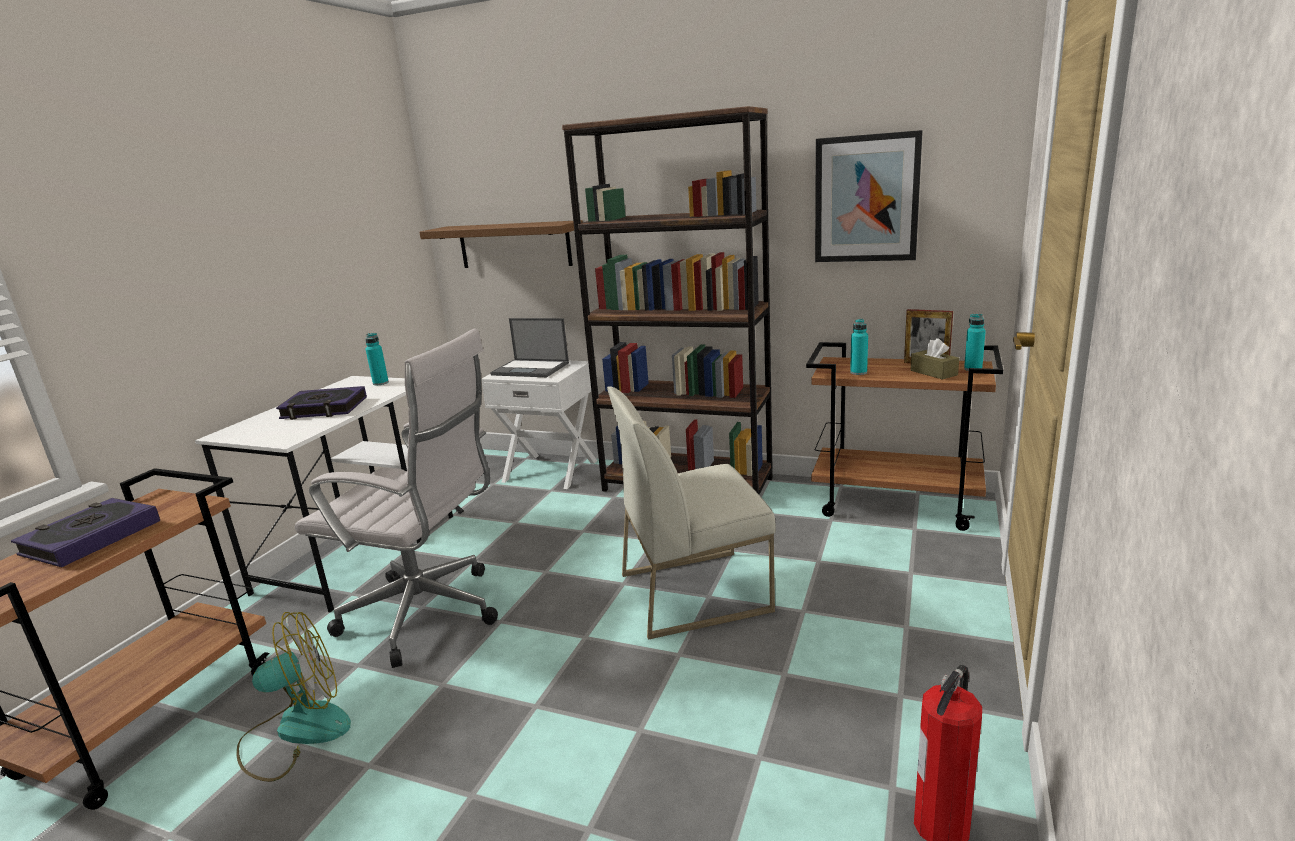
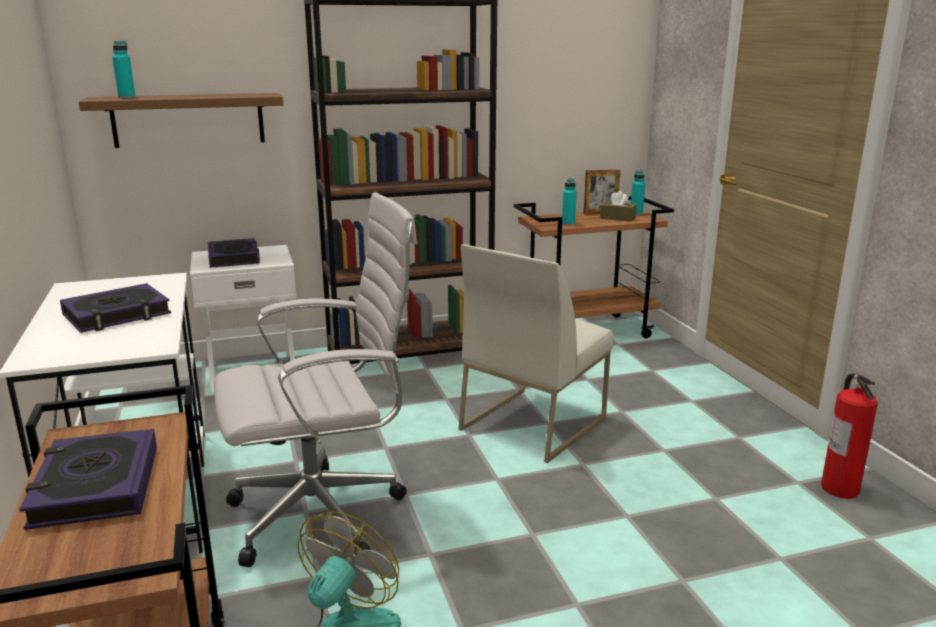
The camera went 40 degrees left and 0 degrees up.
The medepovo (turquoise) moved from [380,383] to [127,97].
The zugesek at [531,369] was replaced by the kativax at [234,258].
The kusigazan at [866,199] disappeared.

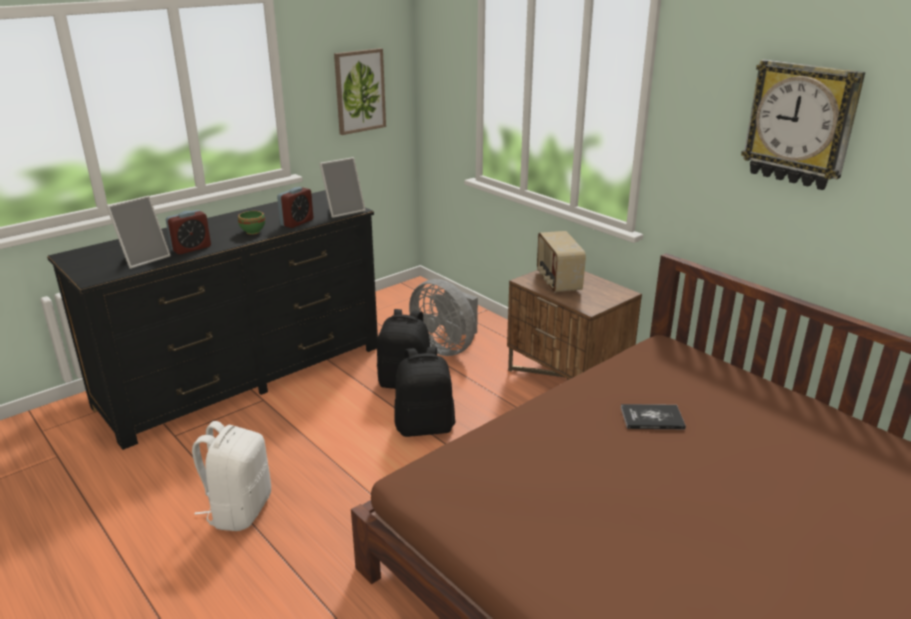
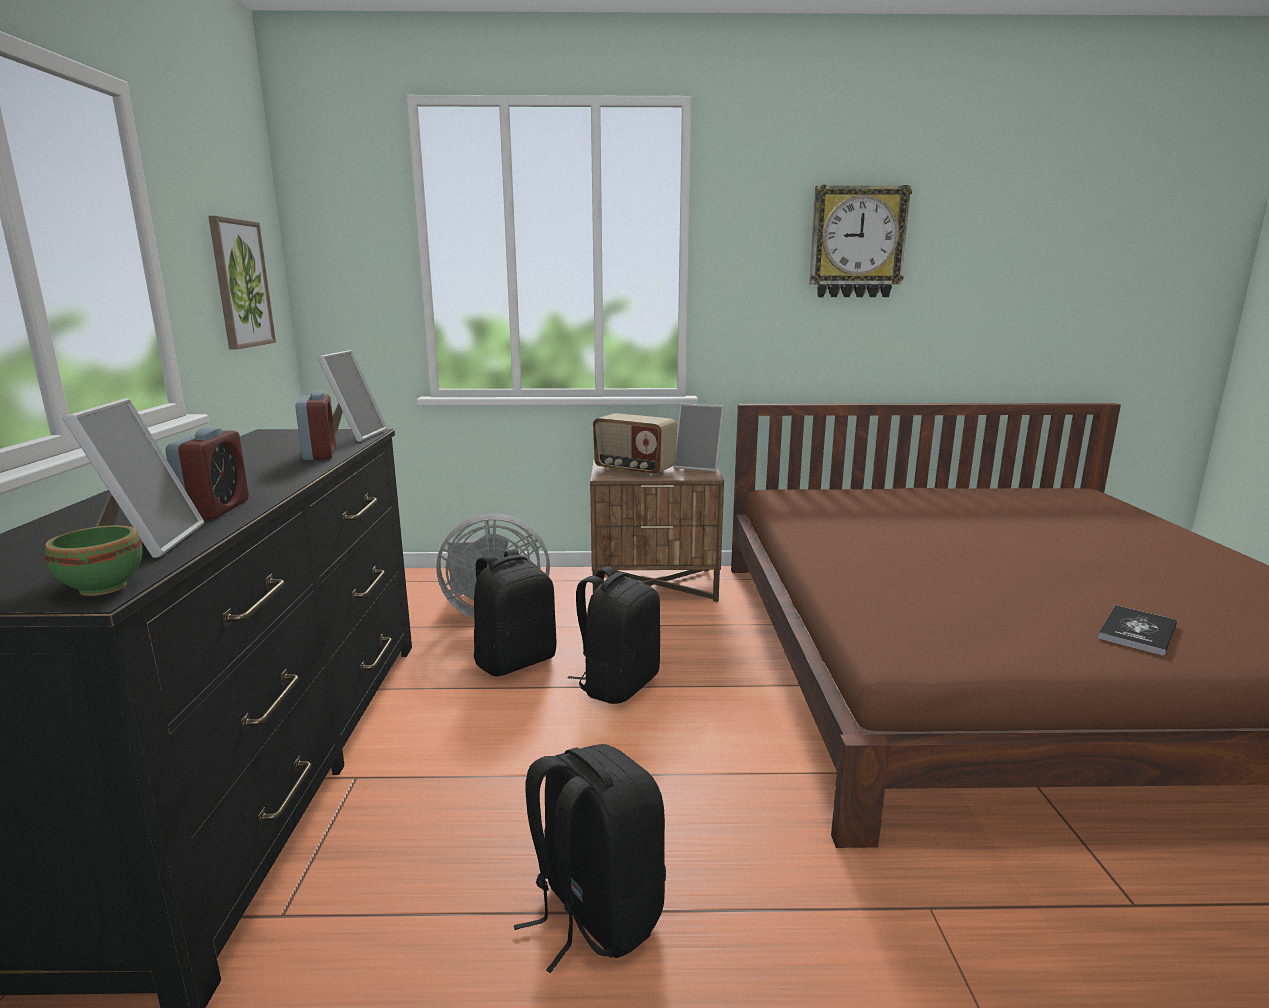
The camera went 50 degrees left and 10 degrees down.
The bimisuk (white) at [239,510] became the bimisuk (black) at [593,913].
The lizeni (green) moved from [253,231] to [104,586].
The kativax moved from [652,418] to [1137,632].
The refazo at [698,466] appeared.

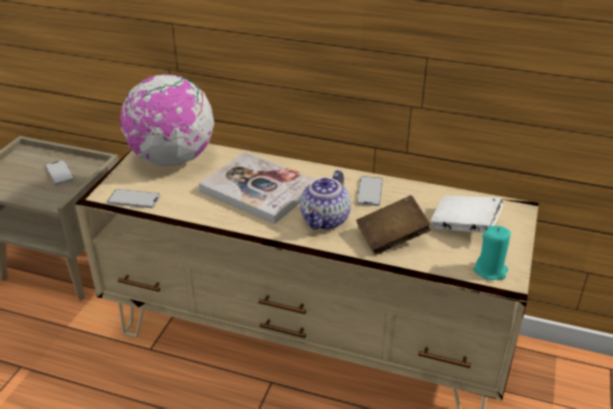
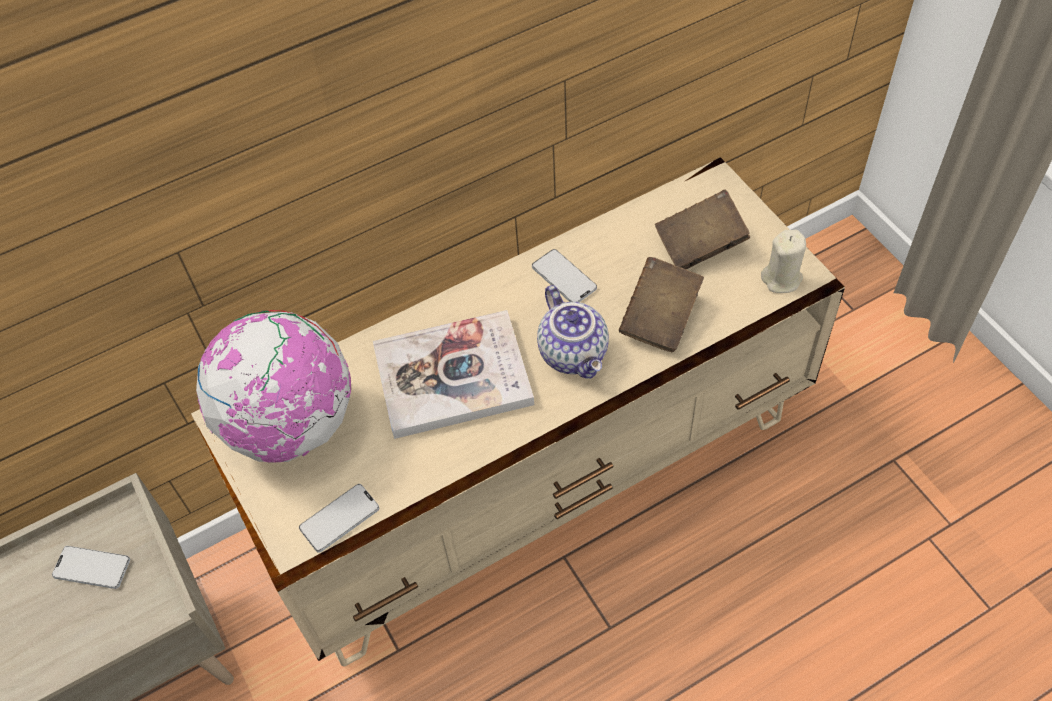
The camera went 45 degrees left and 20 degrees up.
The kativax (white) at [464,226] became the kativax (brown) at [700,245].
The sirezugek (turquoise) at [490,270] became the sirezugek (beige) at [781,278].

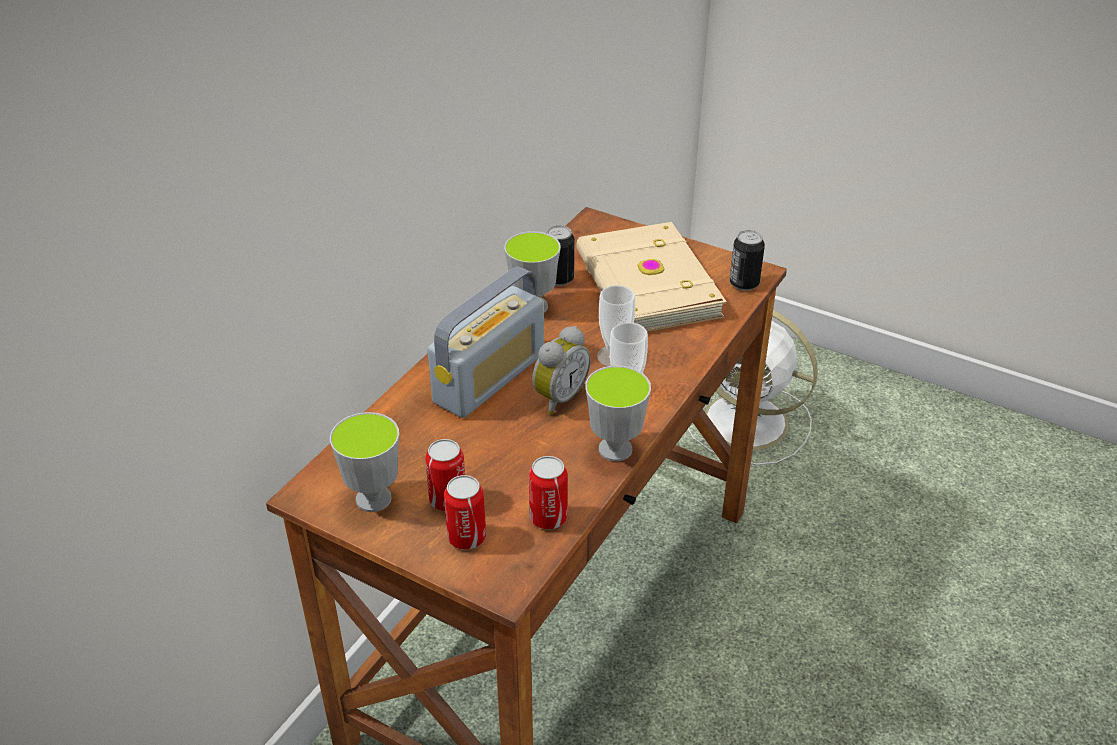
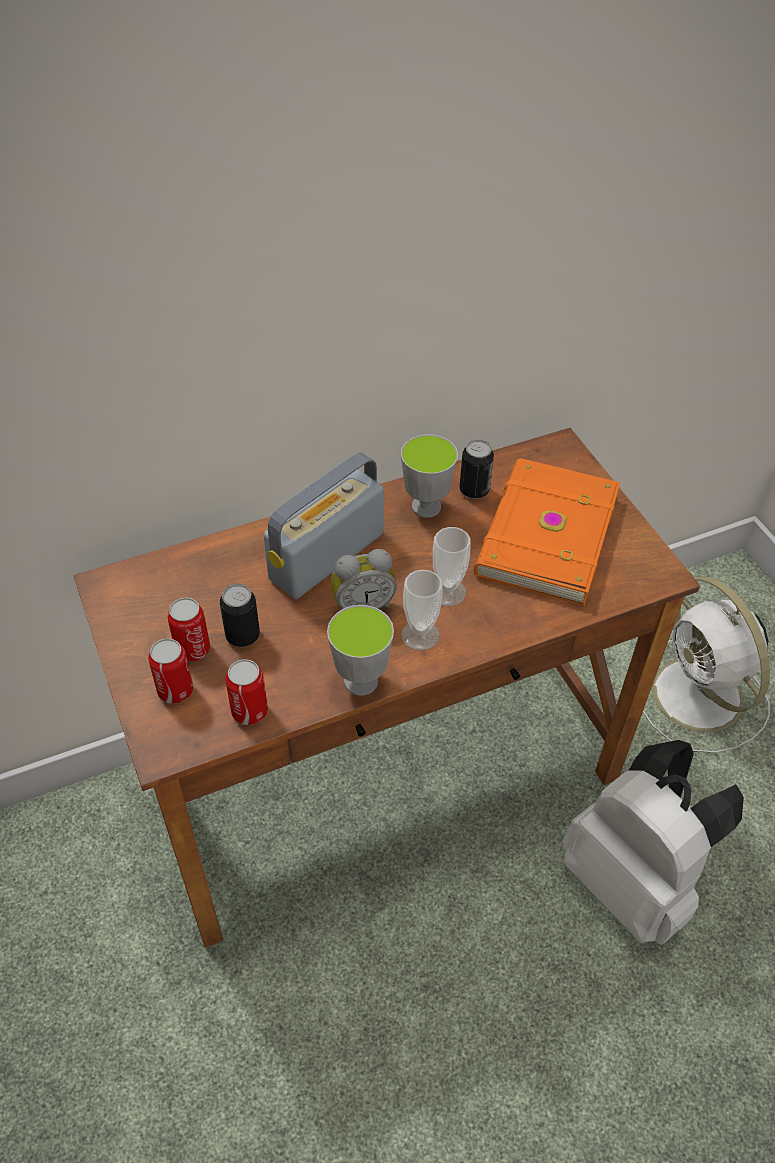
The camera went 35 degrees right and 10 degrees up.
The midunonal at [373,499] disappeared.
The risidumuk at [489,378] turned 150 degrees clockwise.
The kativax (beige) at [645,285] became the kativax (orange) at [543,535].
The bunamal moved from [744,284] to [242,636].
The bimisuk (white) at [633,882] appeared.

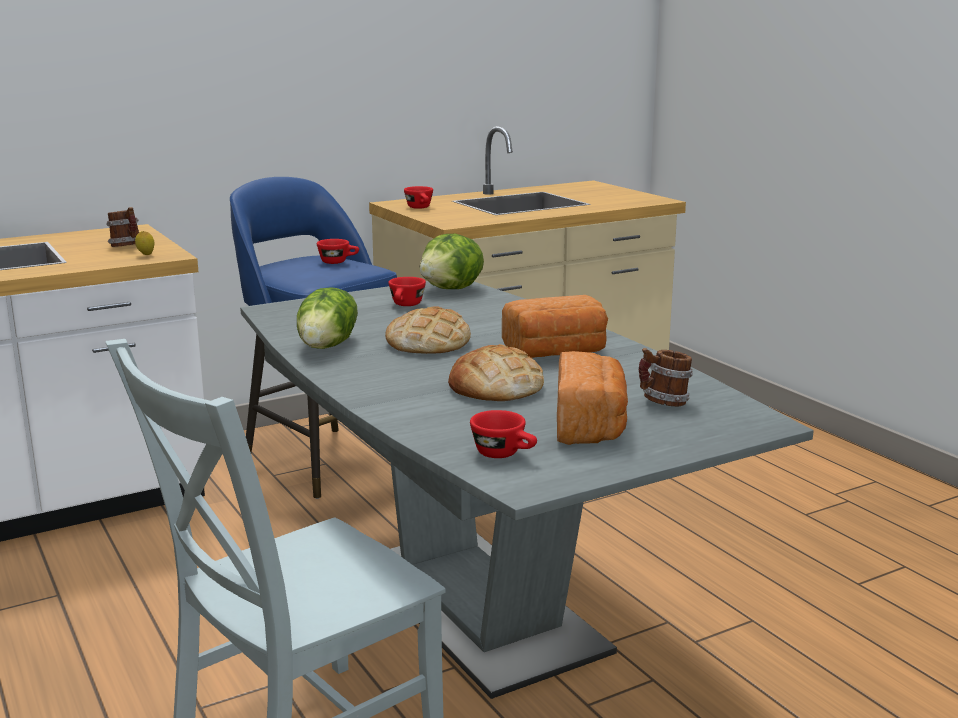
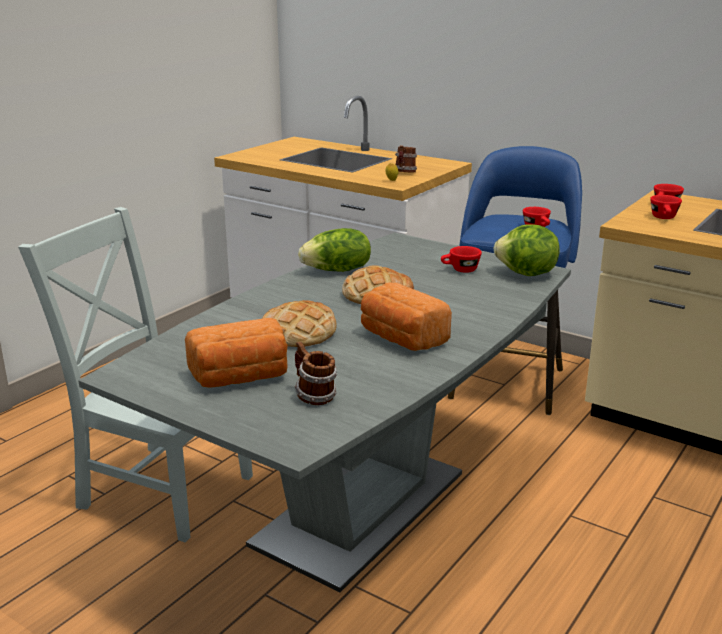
The camera went 65 degrees right and 5 degrees up.
The midunonal (red) moved from [505,454] to [664,218].

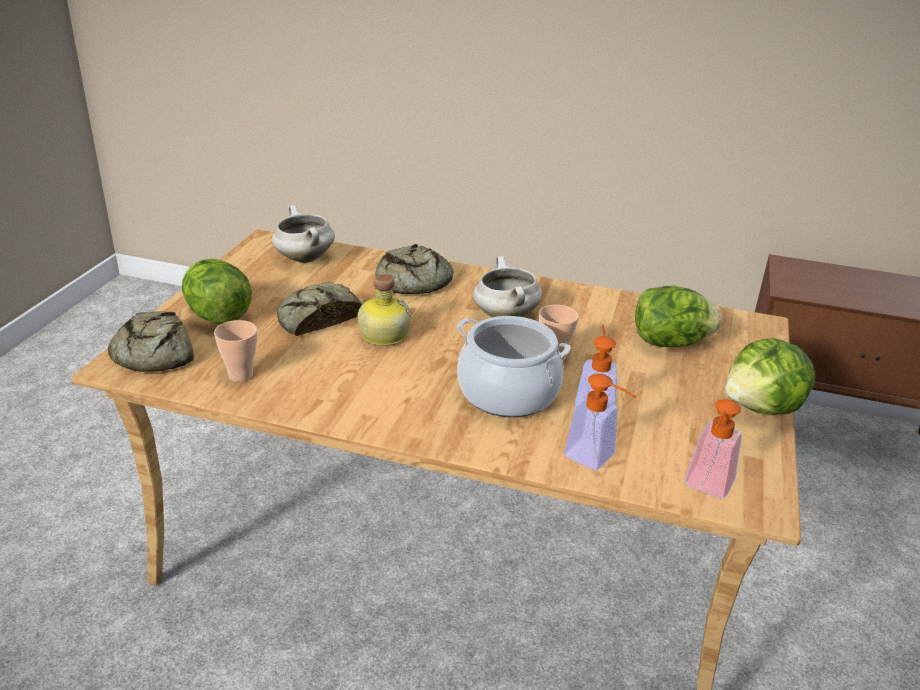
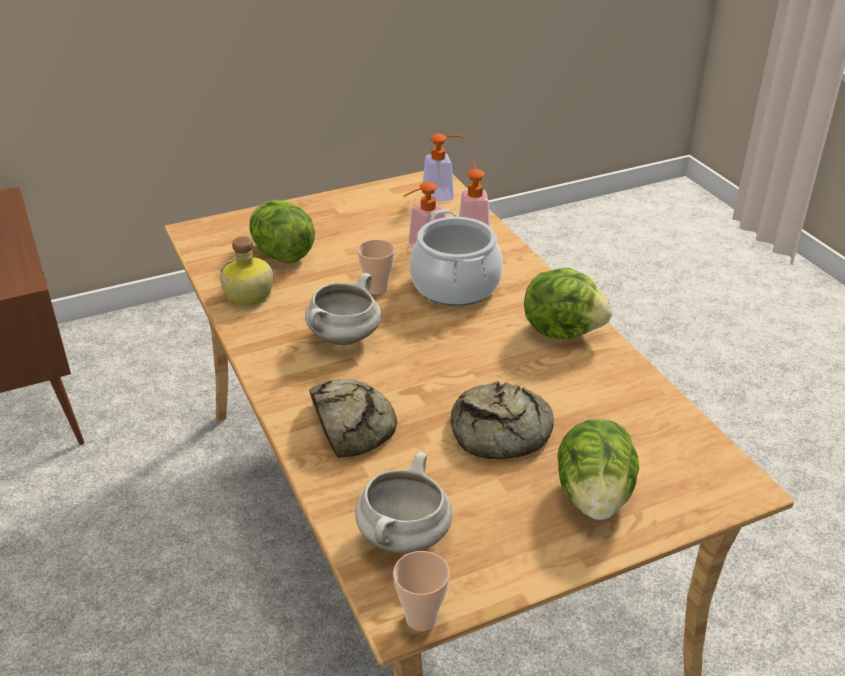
The camera went 130 degrees left and 5 degrees up.
The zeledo at [153,353] disappeared.
The midunonal moved from [240,375] to [421,618].
The medepovo moved from [383,334] to [248,295].
The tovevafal moved from [762,408] to [562,330].

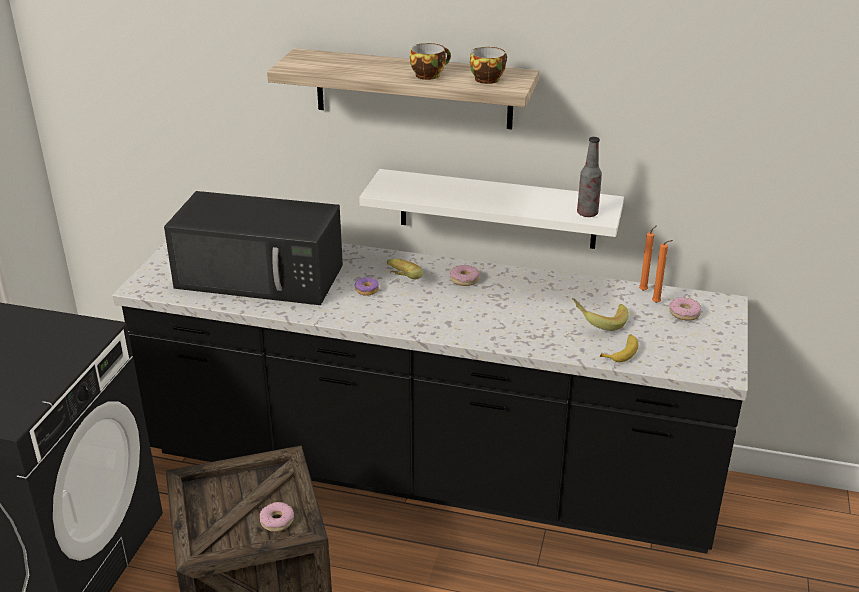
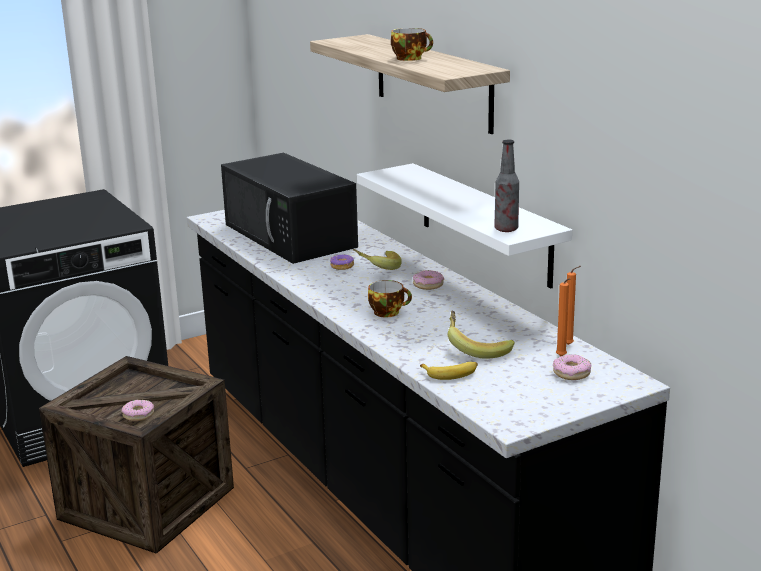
The camera went 45 degrees right and 10 degrees down.
The midunonal moved from [488,79] to [388,312].

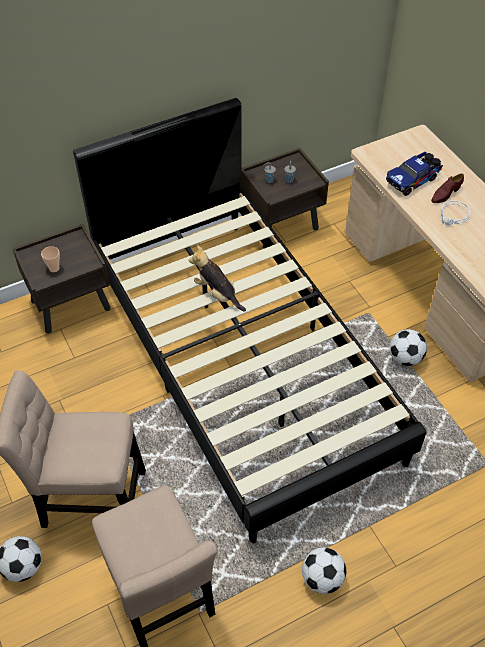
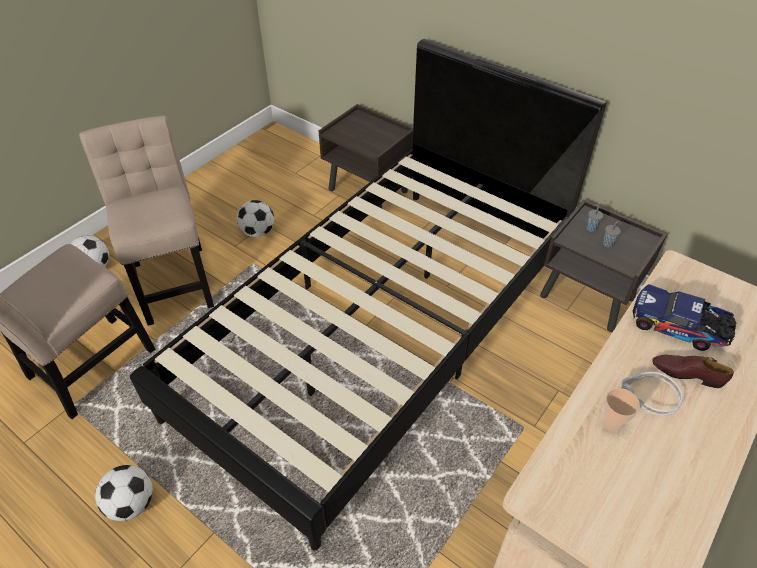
The camera went 65 degrees right and 5 degrees down.
The midunonal moved from [54,268] to [611,424].
The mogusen at [217,294] disappeared.
The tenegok moved from [405,358] to [258,232].

